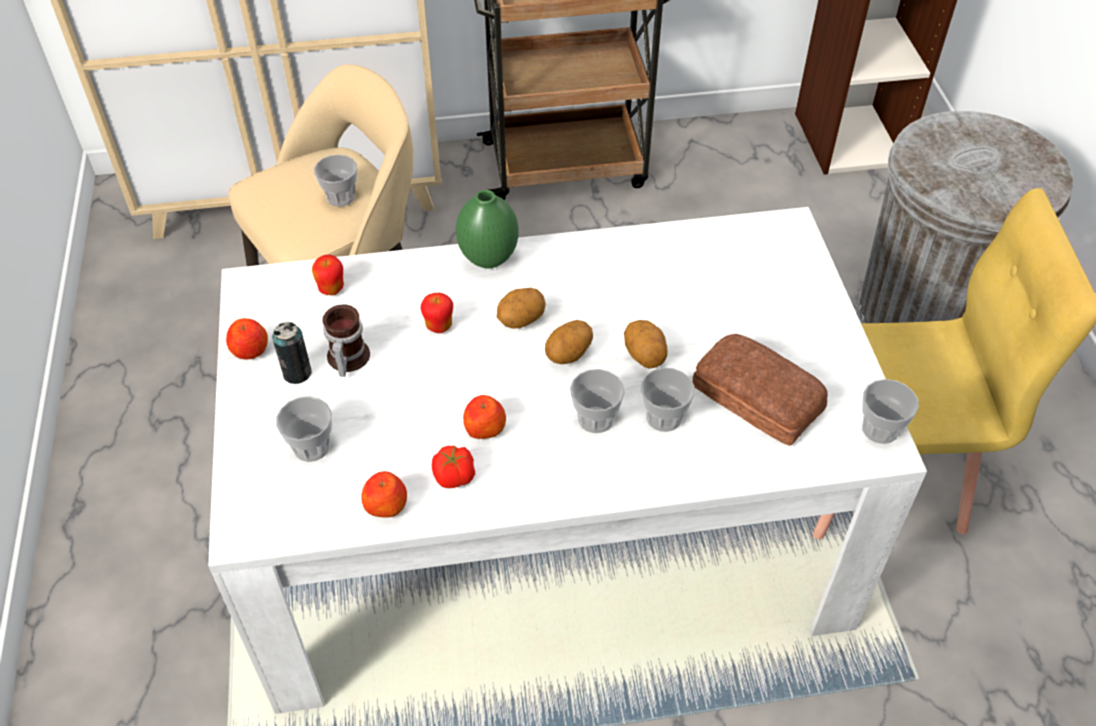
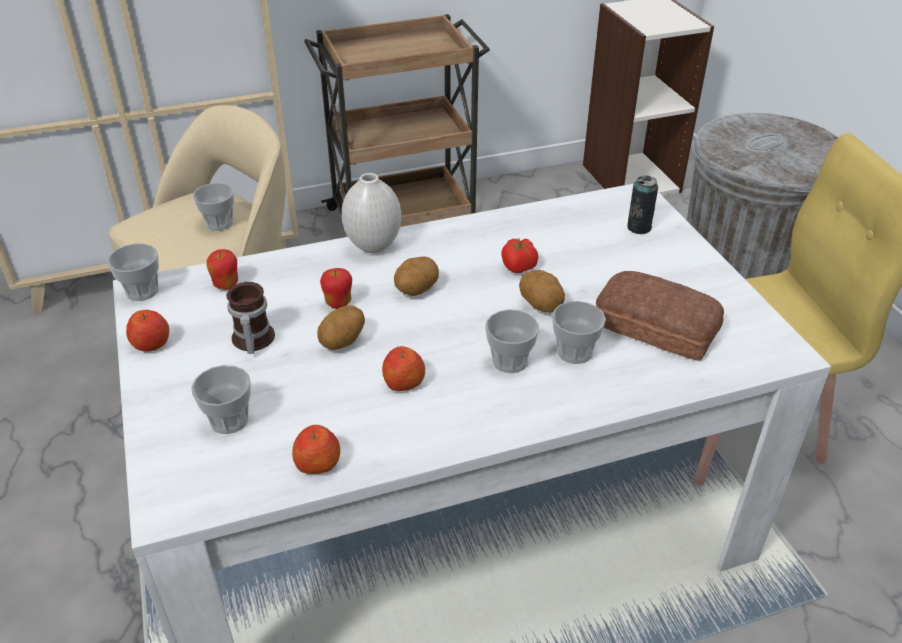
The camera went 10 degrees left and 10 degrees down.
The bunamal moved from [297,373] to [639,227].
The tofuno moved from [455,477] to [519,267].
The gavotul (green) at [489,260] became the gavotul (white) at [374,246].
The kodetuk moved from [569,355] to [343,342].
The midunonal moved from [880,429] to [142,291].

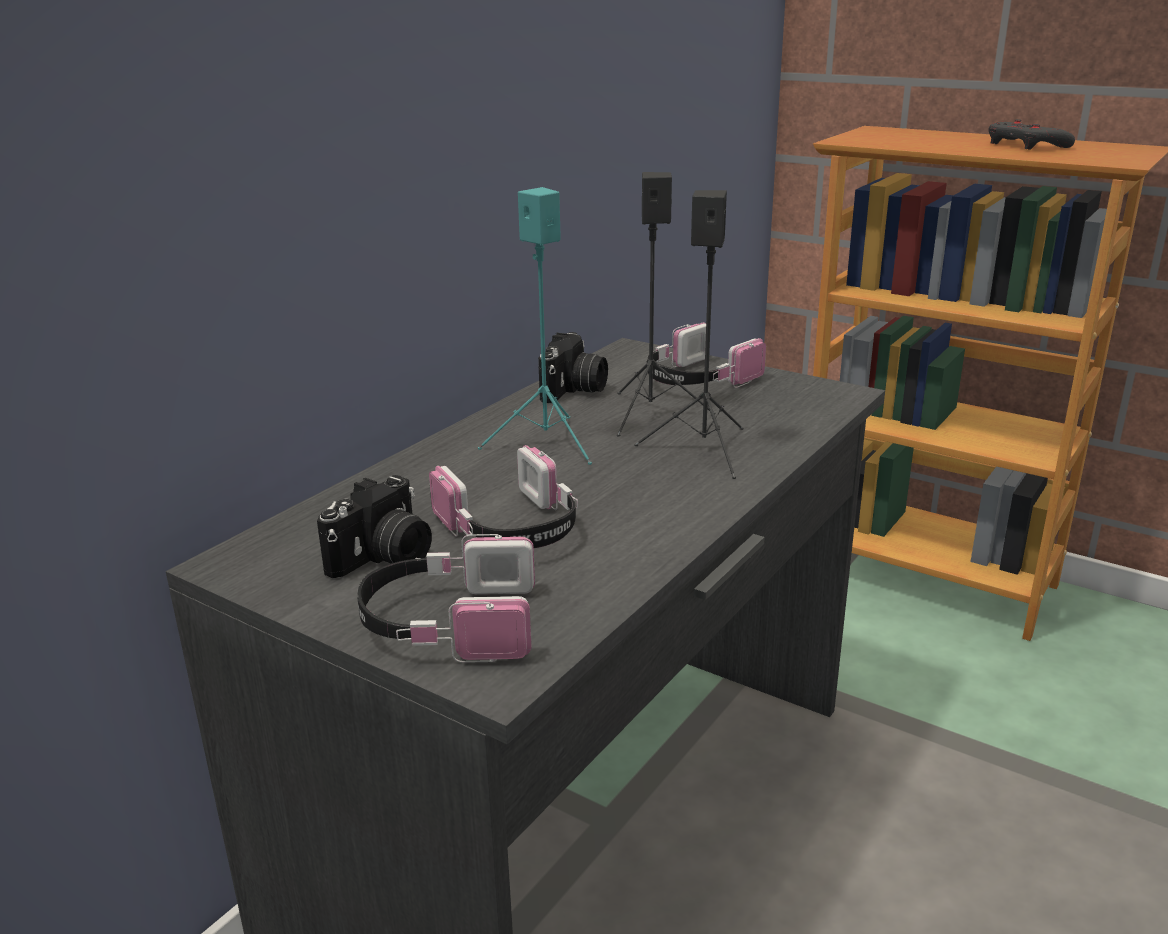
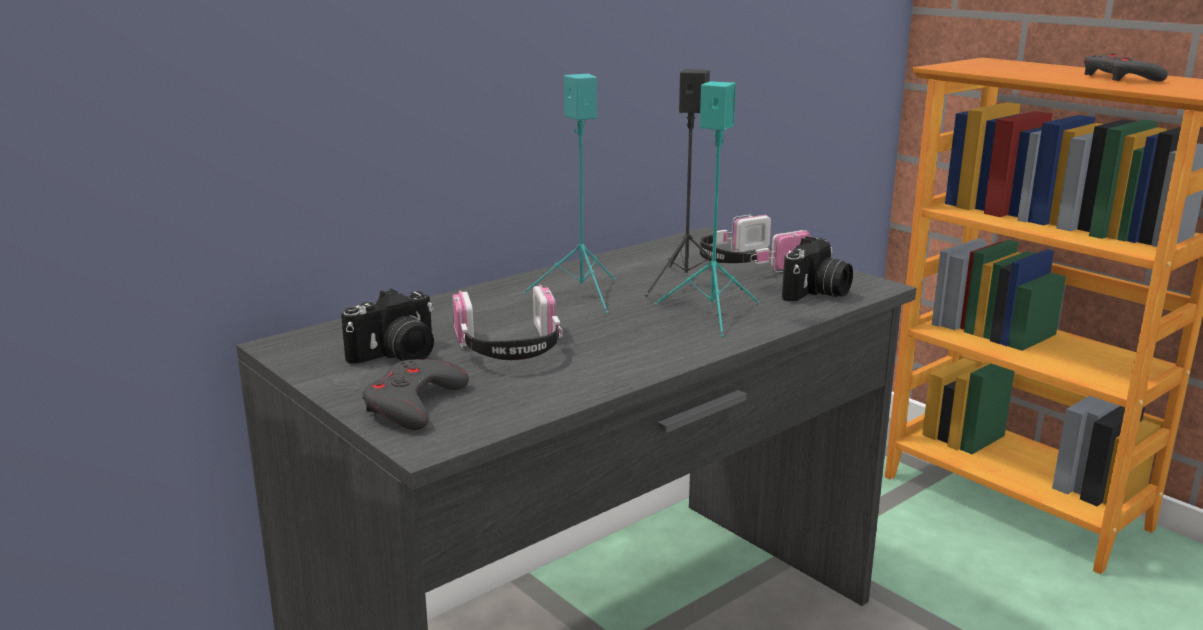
The camera went 15 degrees right and 5 degrees down.
The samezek at [448,624] was replaced by the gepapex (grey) at [414,404].
The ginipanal moved from [574,390] to [817,293].
The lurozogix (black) at [704,449] became the lurozogix (turquoise) at [712,313].

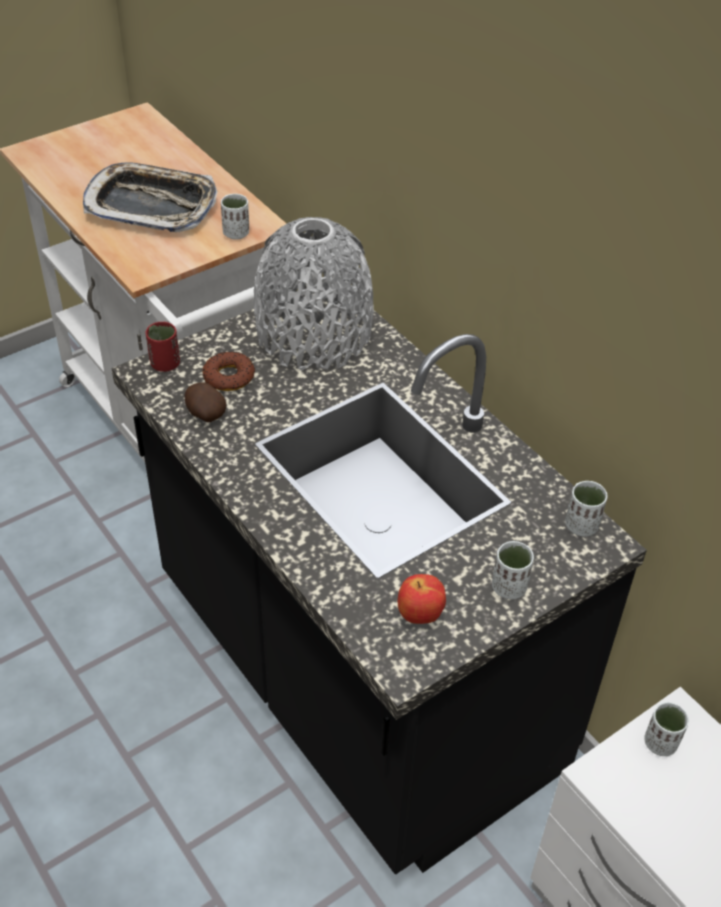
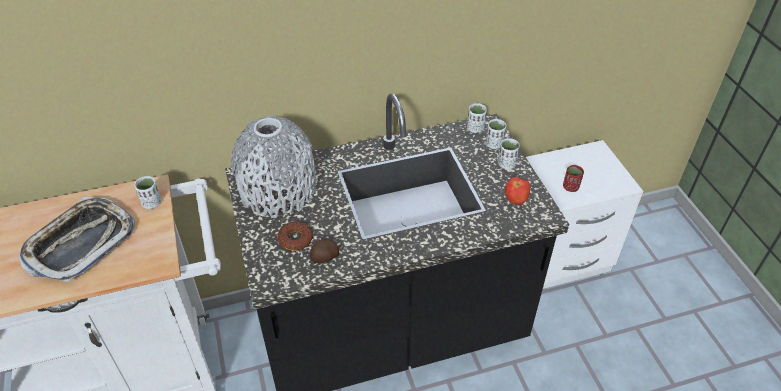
The camera went 70 degrees left and 0 degrees up.
The midunonal (red) moved from [165,364] to [570,187].
The midunonal (white) moved from [660,743] to [494,144].

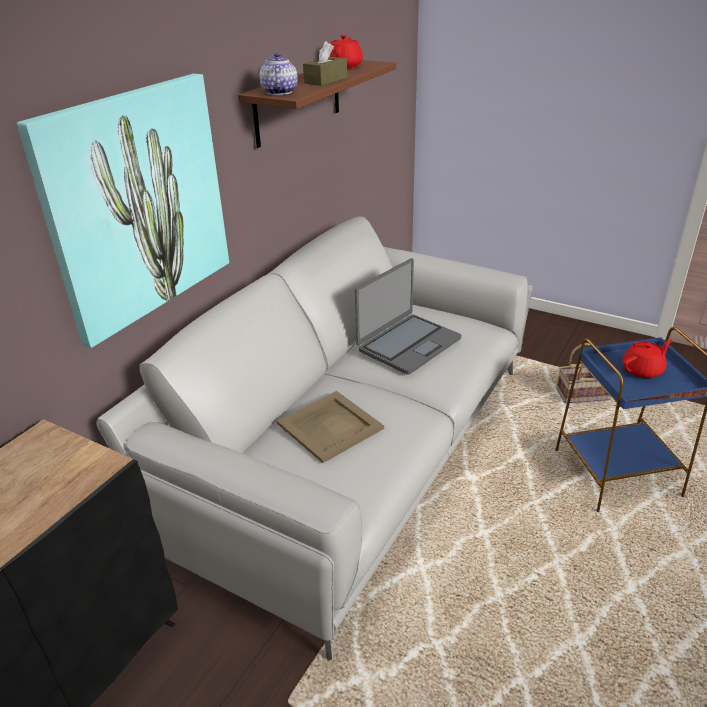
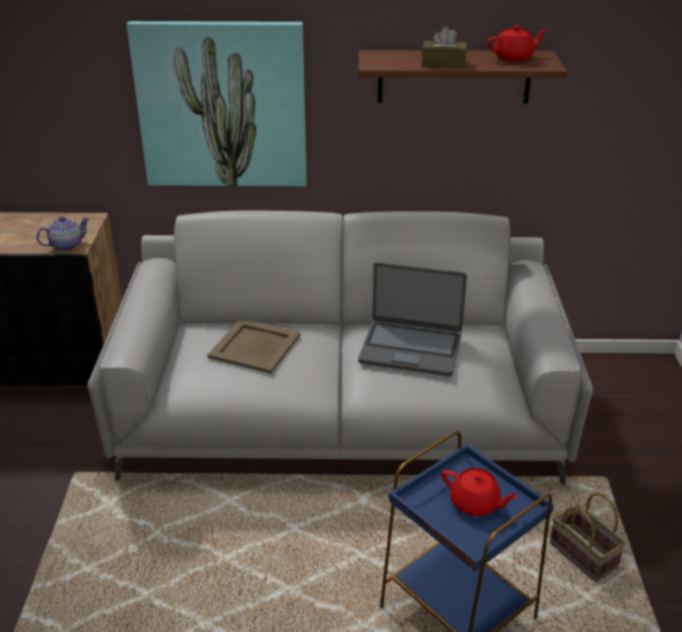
The camera went 60 degrees right and 0 degrees up.
The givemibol moved from [279,92] to [67,245].

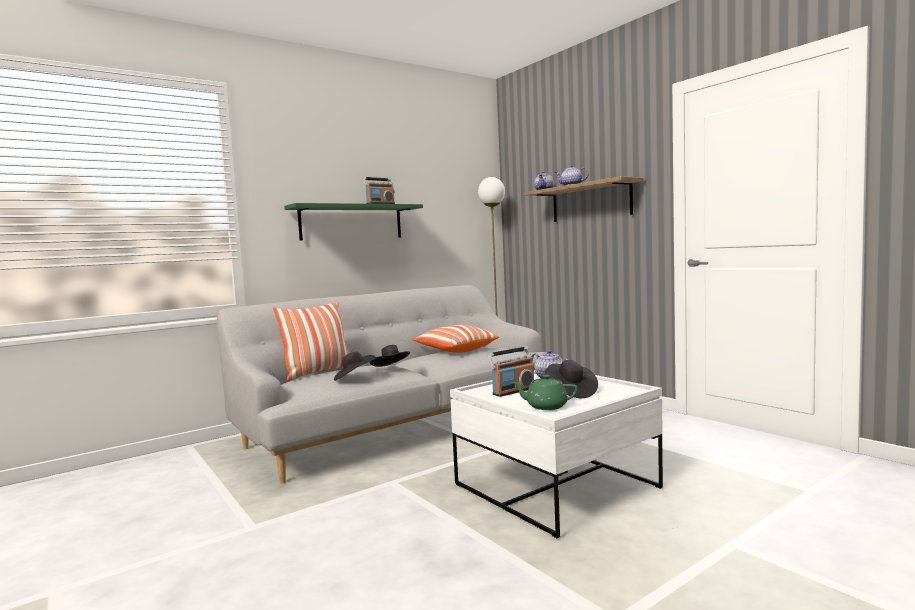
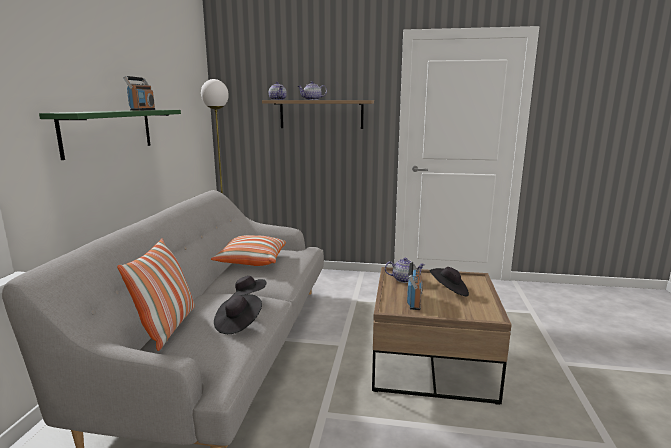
The camera went 45 degrees left and 10 degrees up.
The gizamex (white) at [555,486] became the gizamex (brown) at [431,362].
The givemibol (green) at [545,406] disappeared.

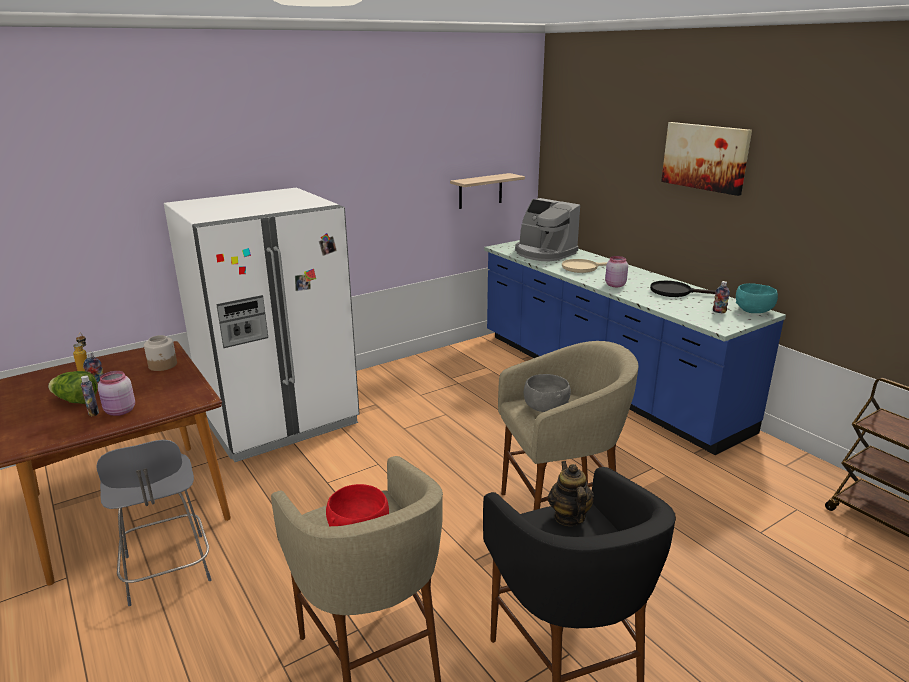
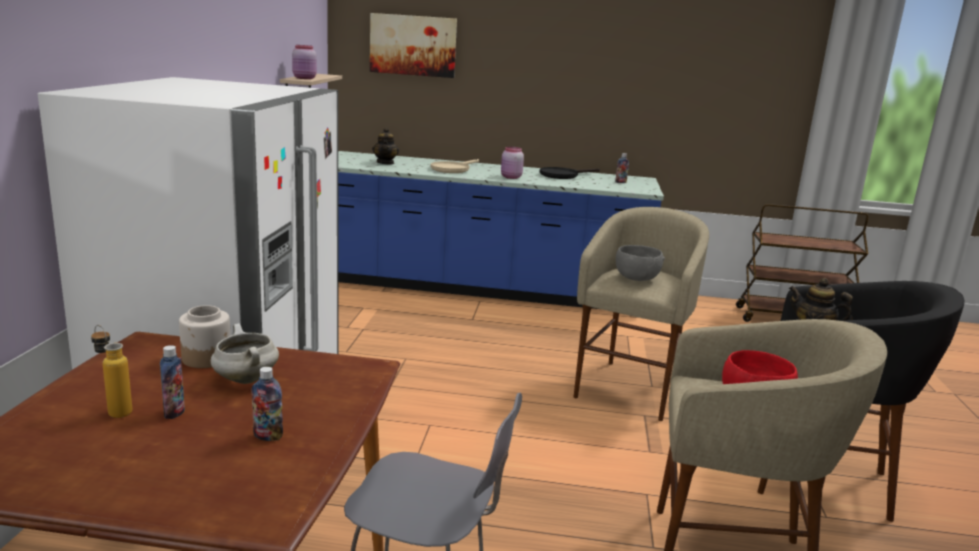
The camera went 50 degrees left and 5 degrees down.
The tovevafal at [76,401] disappeared.
The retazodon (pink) moved from [120,411] to [305,78].
The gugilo at [544,253] was replaced by the givemibol at [385,163].
The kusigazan moved from [705,157] to [413,45].
The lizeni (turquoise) at [754,311] disappeared.
The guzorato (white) at [245,379] appeared.

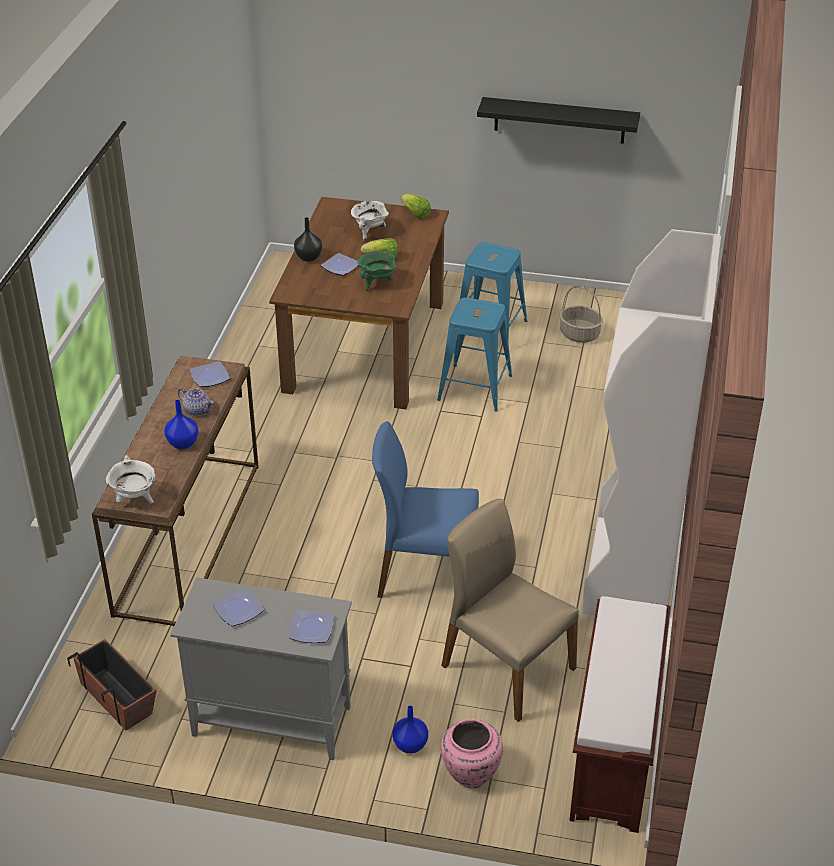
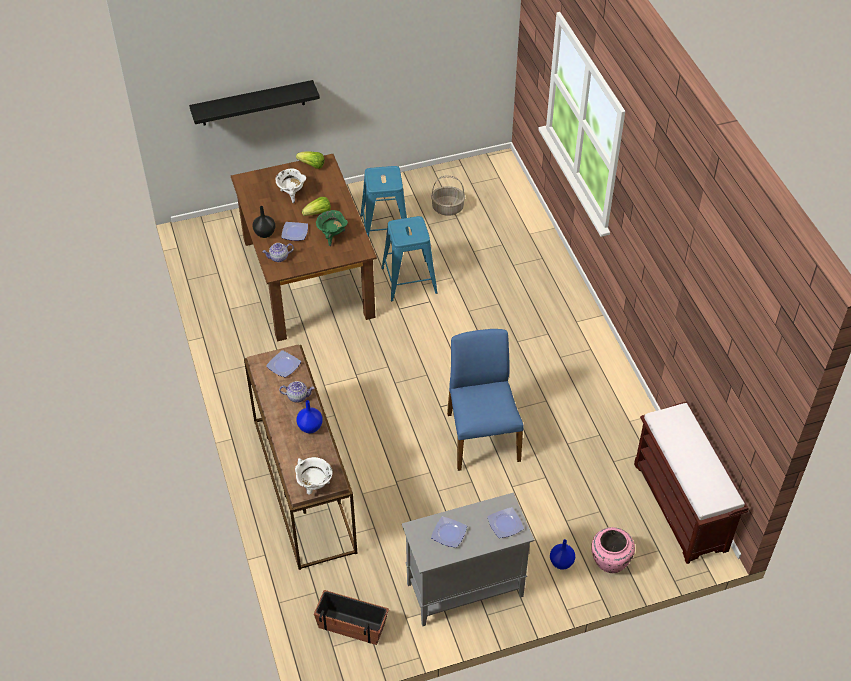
The camera went 30 degrees left and 10 degrees up.
The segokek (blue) at [427,572] turned 105 degrees clockwise.
The segokek (beige) at [506,667] disappeared.
The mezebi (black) moved from [559,120] to [253,103].
The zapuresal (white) at [631,572] disappeared.
The givemibol at [279,258] appeared.

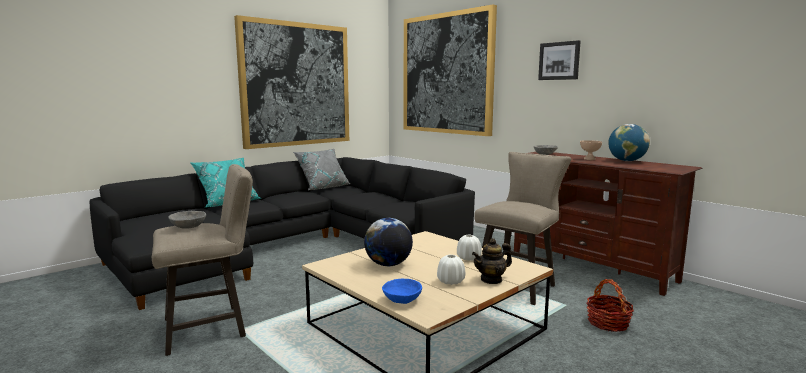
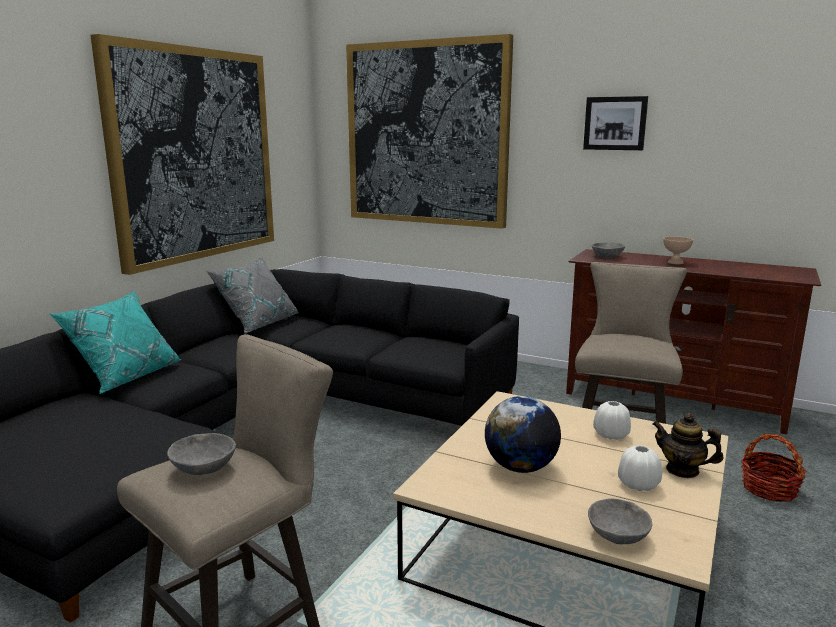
The camera went 20 degrees left and 5 degrees up.
The lizeni (blue) at [402,300] became the lizeni (grey) at [617,535].
The givemibol at [491,279] turned 75 degrees clockwise.
The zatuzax at [626,161] disappeared.

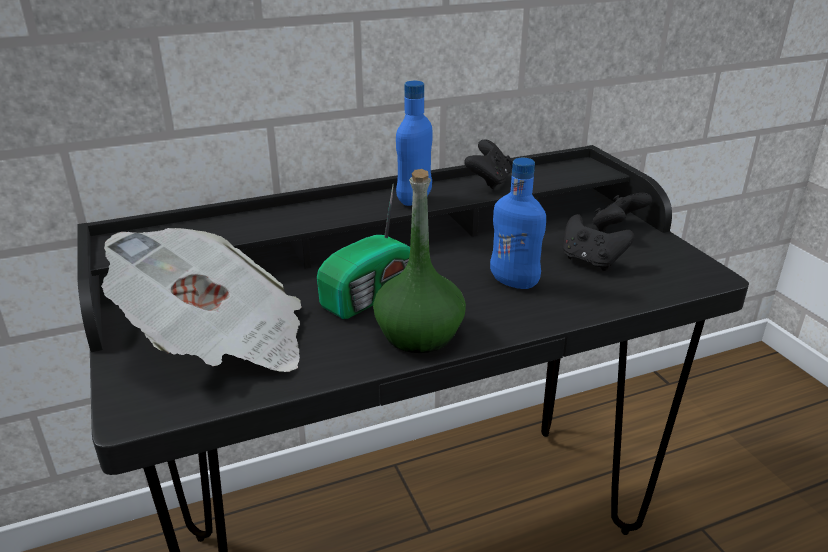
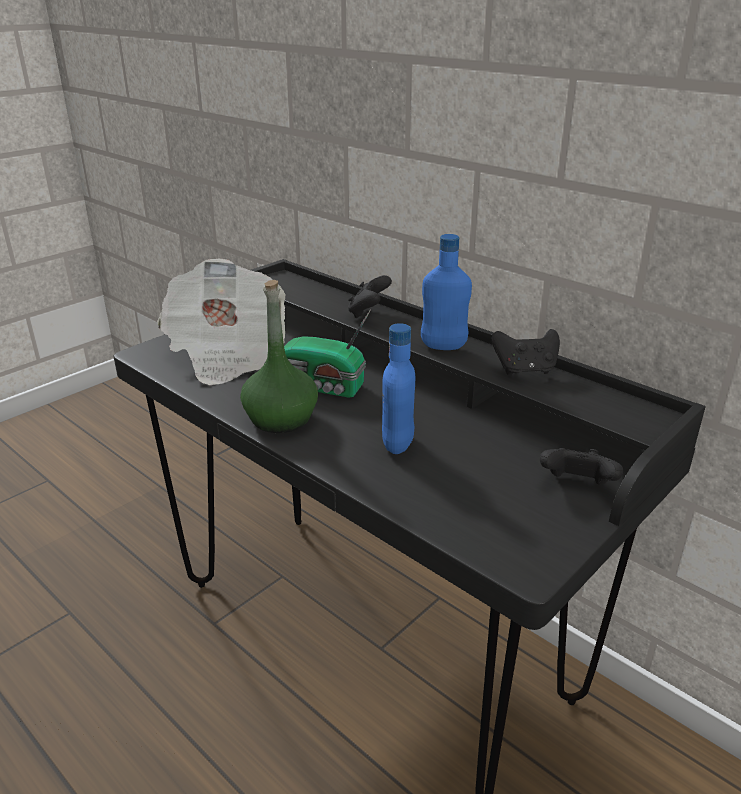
The camera went 65 degrees right and 0 degrees up.
The gepapex (black) moved from [591,261] to [368,312].

